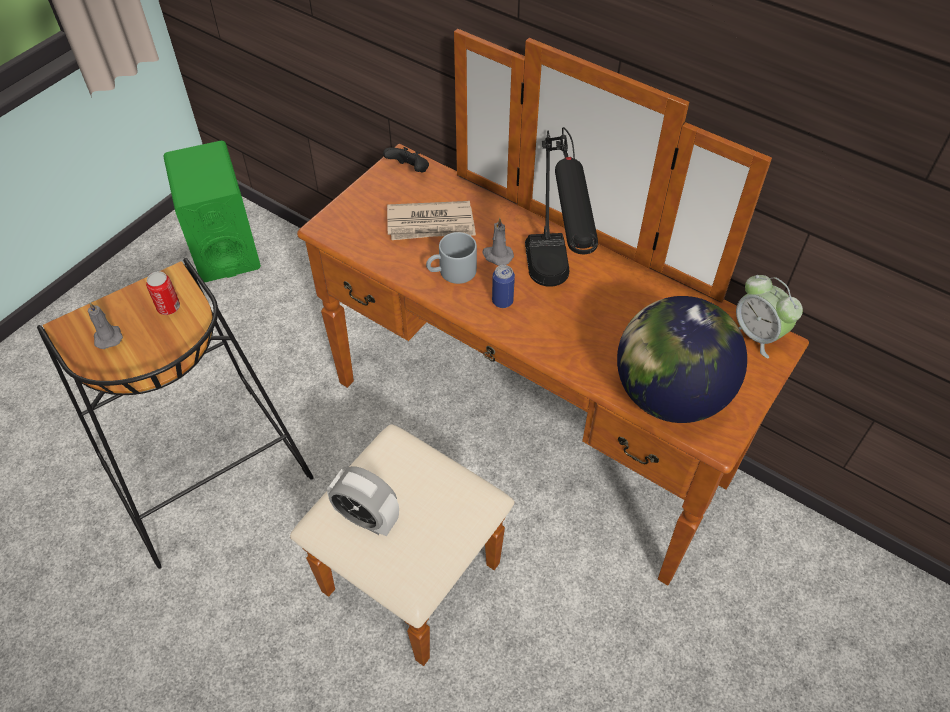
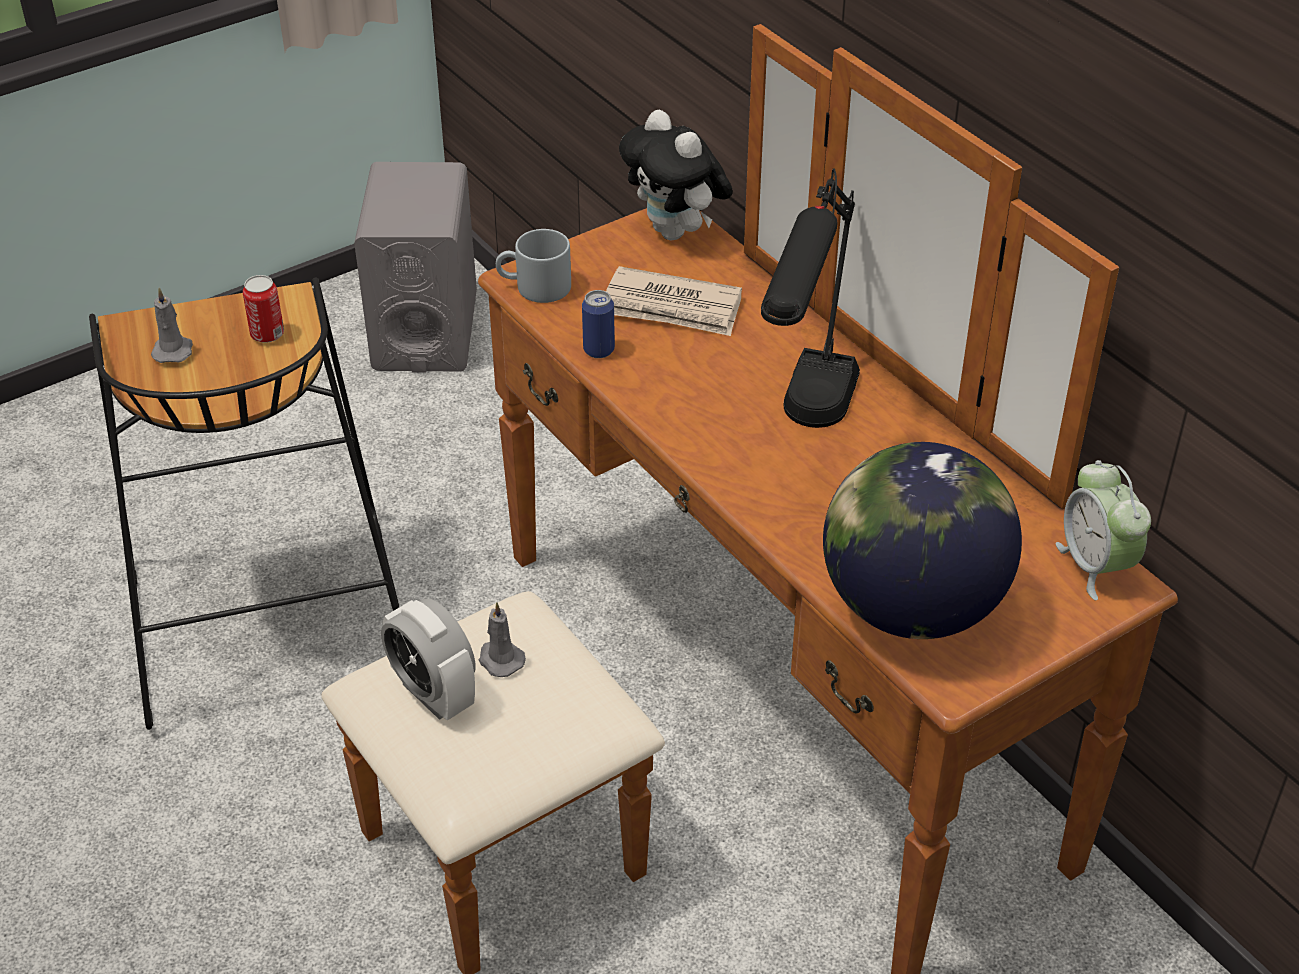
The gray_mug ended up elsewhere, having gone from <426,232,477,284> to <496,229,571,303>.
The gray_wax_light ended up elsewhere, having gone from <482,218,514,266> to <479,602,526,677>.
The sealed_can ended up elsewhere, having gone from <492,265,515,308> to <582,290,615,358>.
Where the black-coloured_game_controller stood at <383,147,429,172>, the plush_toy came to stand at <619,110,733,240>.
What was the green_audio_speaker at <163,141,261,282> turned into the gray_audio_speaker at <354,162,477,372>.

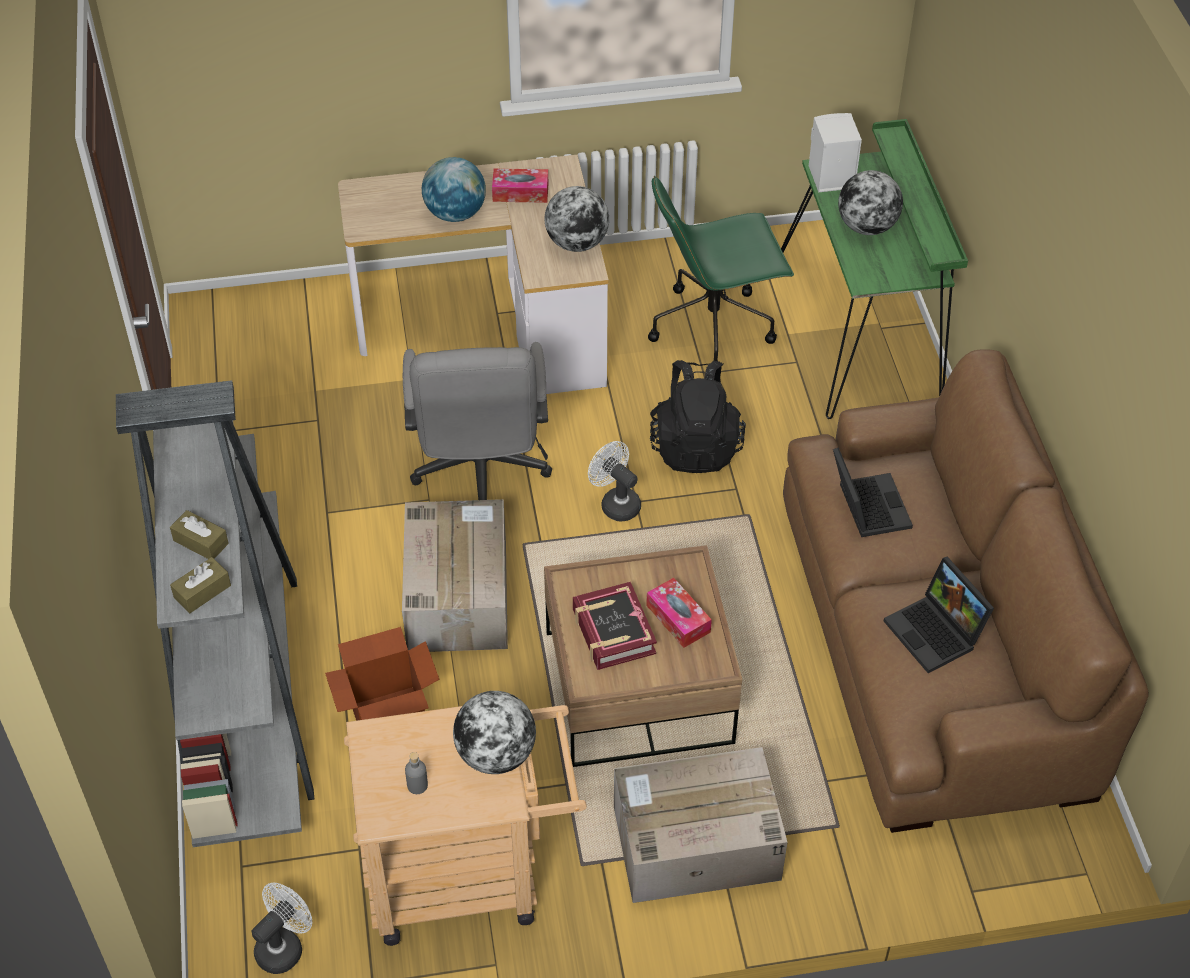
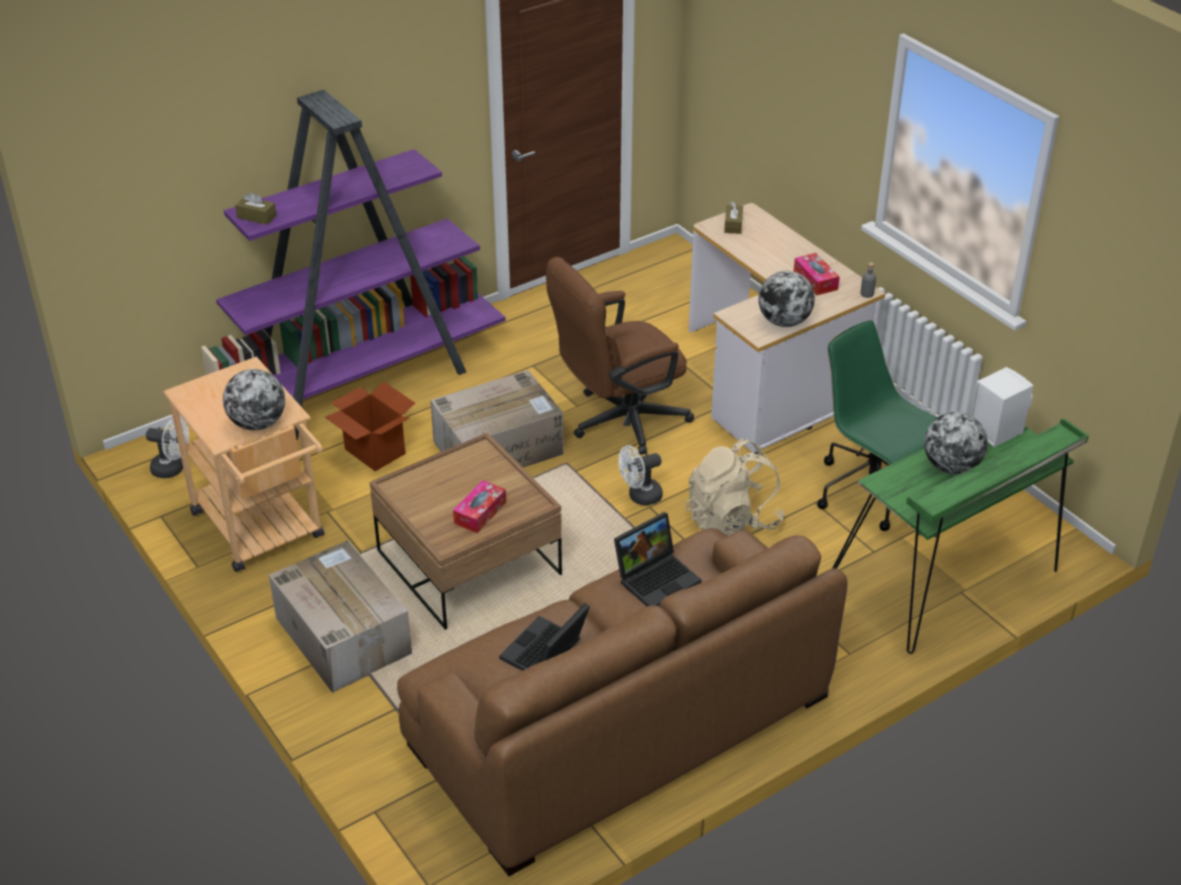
The second view lost the world_globe at <422,157,486,222>.
The second view lost the bound_book at <573,582,657,670>.
The brownish_box_of_tissues ended up elsewhere, having gone from <170,510,229,559> to <724,202,743,234>.
The gray_beverage_bottle ended up elsewhere, having gone from <405,752,428,794> to <860,262,876,298>.
What was the gray_bookcase at <116,380,314,847> turned into the purple_bookcase at <201,90,506,440>.
What was the gray_computer_chair at <403,342,552,500> turned into the brownish_computer_chair at <546,257,694,455>.
What was the black-coloured_backpack at <650,360,746,473> turned into the beige_backpack at <686,439,784,536>.
The white_fan at <588,441,641,521> ended up facing another way, 135 degrees counterclockwise from before.

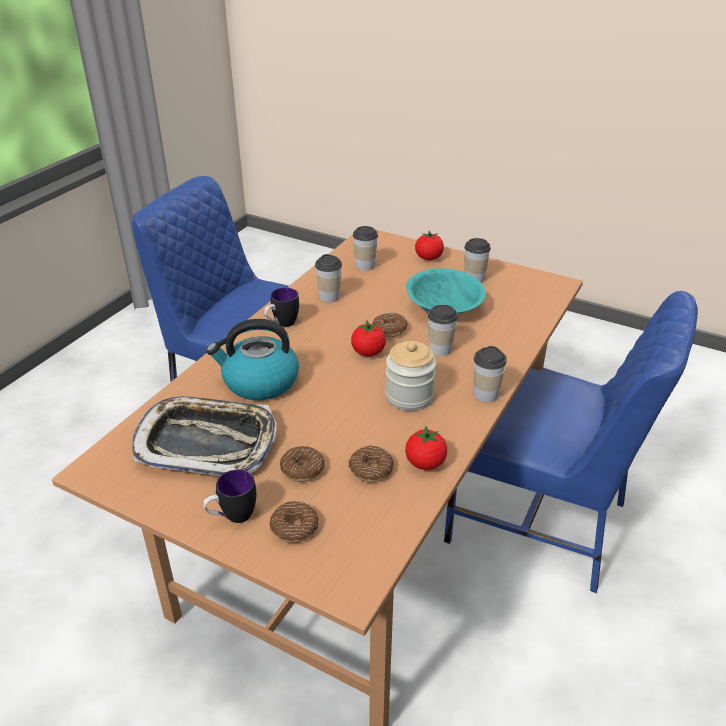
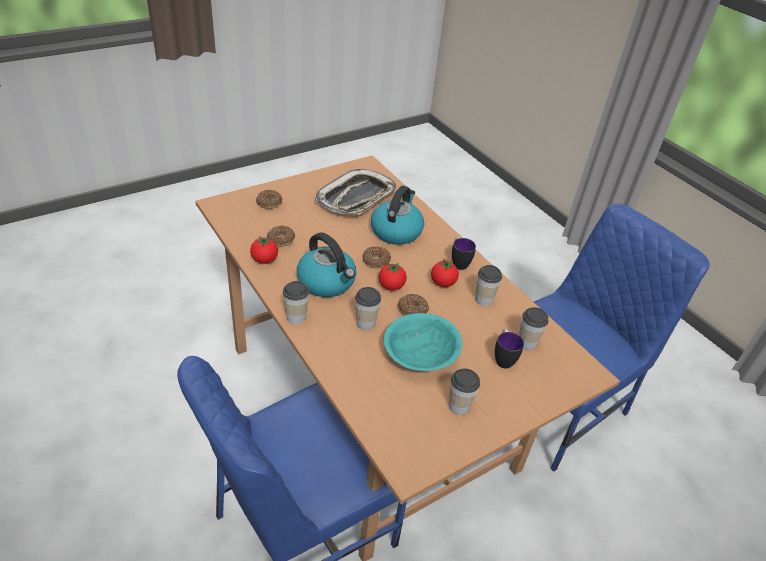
The mug ended up elsewhere, having gone from <203,470,256,523> to <495,329,524,368>.
The donut ended up elsewhere, having gone from <280,446,324,482> to <362,247,391,268>.
The tomato ended up elsewhere, having gone from <415,231,444,260> to <431,259,459,287>.
Where the storage_jar stood at <385,341,436,411>, the kettle came to stand at <297,232,356,297>.

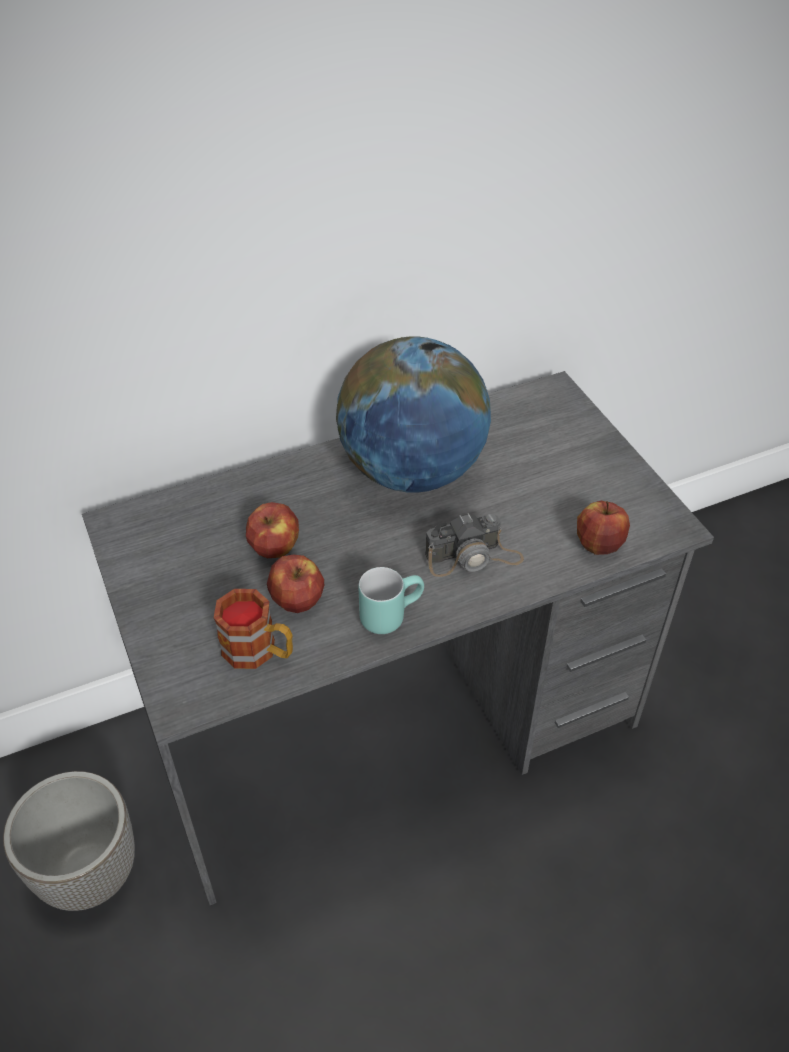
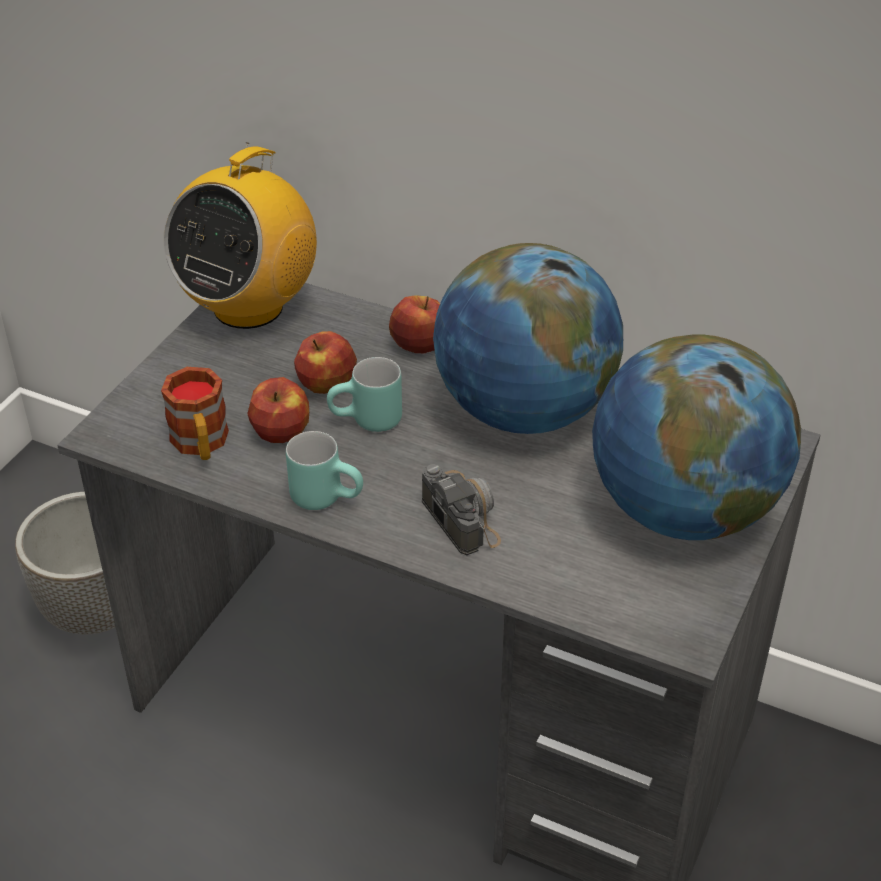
The second view gained the radio_receiver at <164,142,317,329>.
The second view gained the turquoise_mug at <327,357,402,432>.
The second view gained the world_globe at <592,335,801,540>.
The apple ended up elsewhere, having gone from <577,501,630,555> to <389,295,440,353>.
The photo_camera at <425,513,524,577> ended up facing another way, 150 degrees counterclockwise from before.

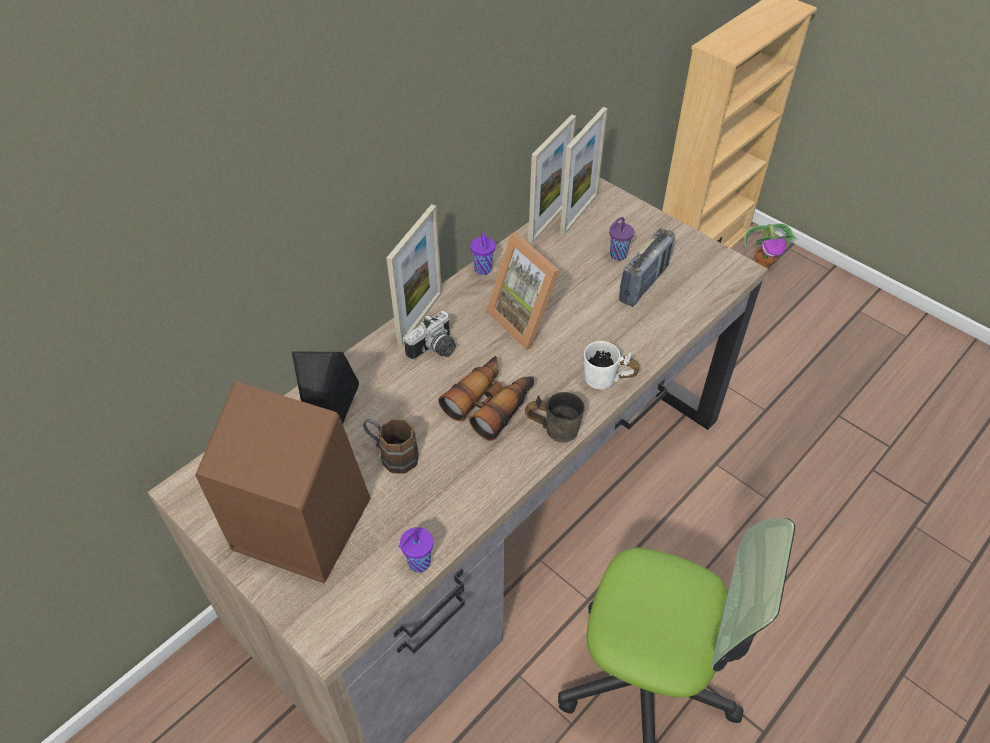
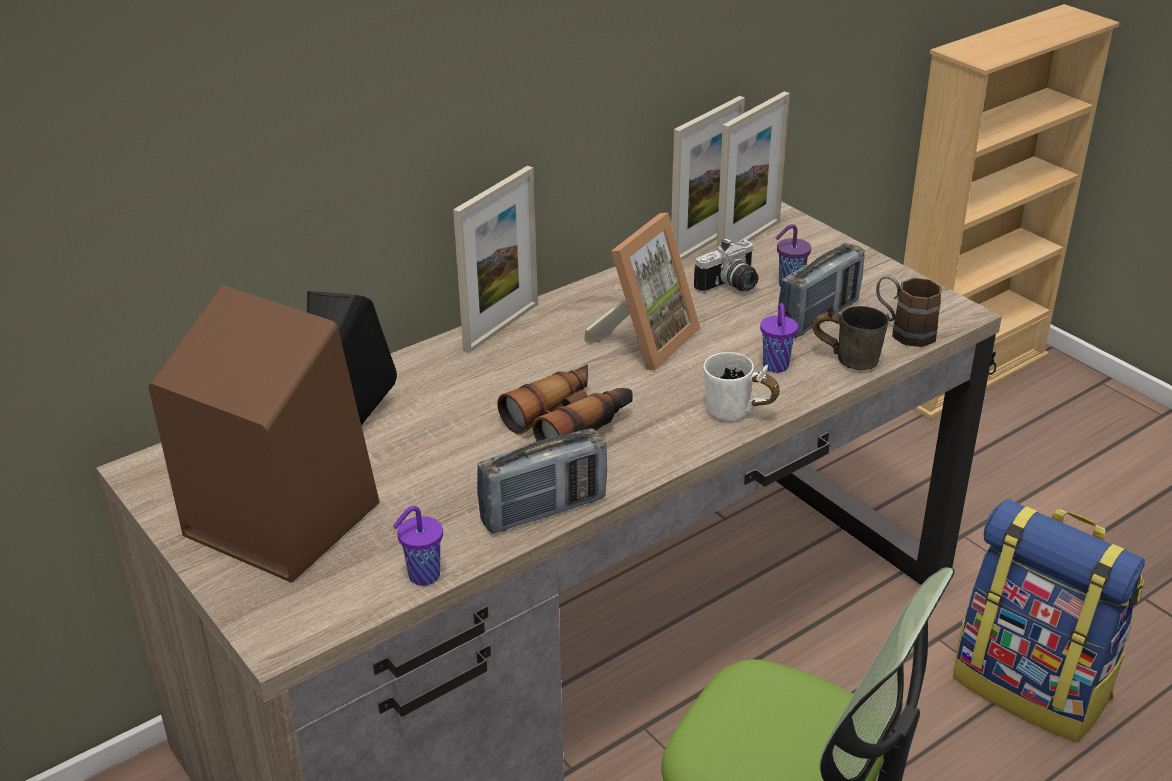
The second view lost the potted_plant at <744,223,798,268>.
The second view gained the radio_receiver at <477,428,607,534>.
The second view gained the backpack at <953,499,1145,742>.
The brownish_mug ended up elsewhere, having gone from <363,419,419,474> to <876,276,941,347>.
The photo_camera ended up elsewhere, having gone from <404,311,456,360> to <694,237,758,293>.
The purple_small_cup ended up elsewhere, having gone from <470,232,495,275> to <760,303,798,373>.
The gray_mug ended up elsewhere, having gone from <525,392,585,443> to <812,303,889,370>.
The photo_frame at <486,233,560,350> ended up facing another way, 120 degrees counterclockwise from before.

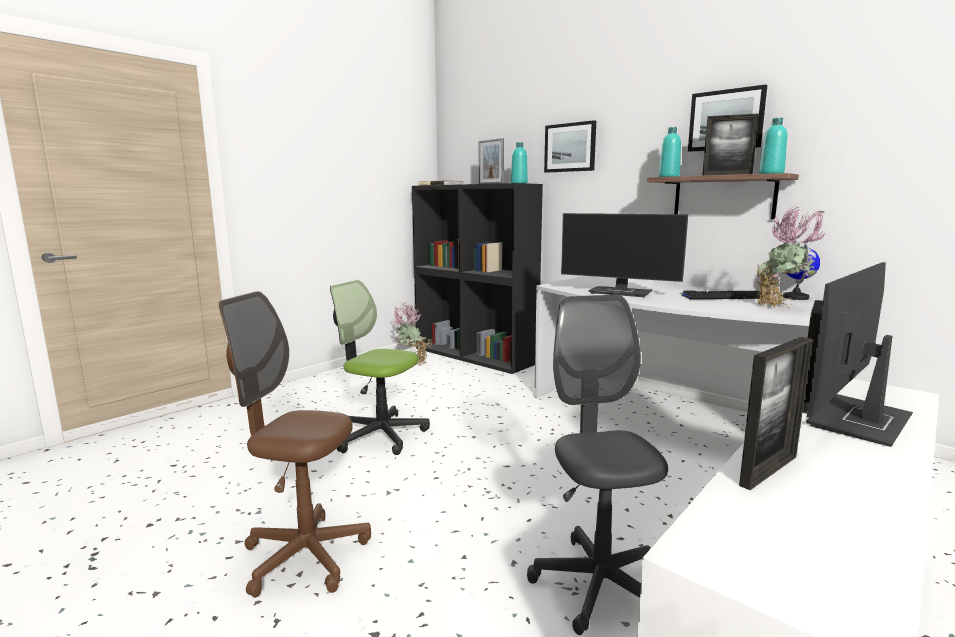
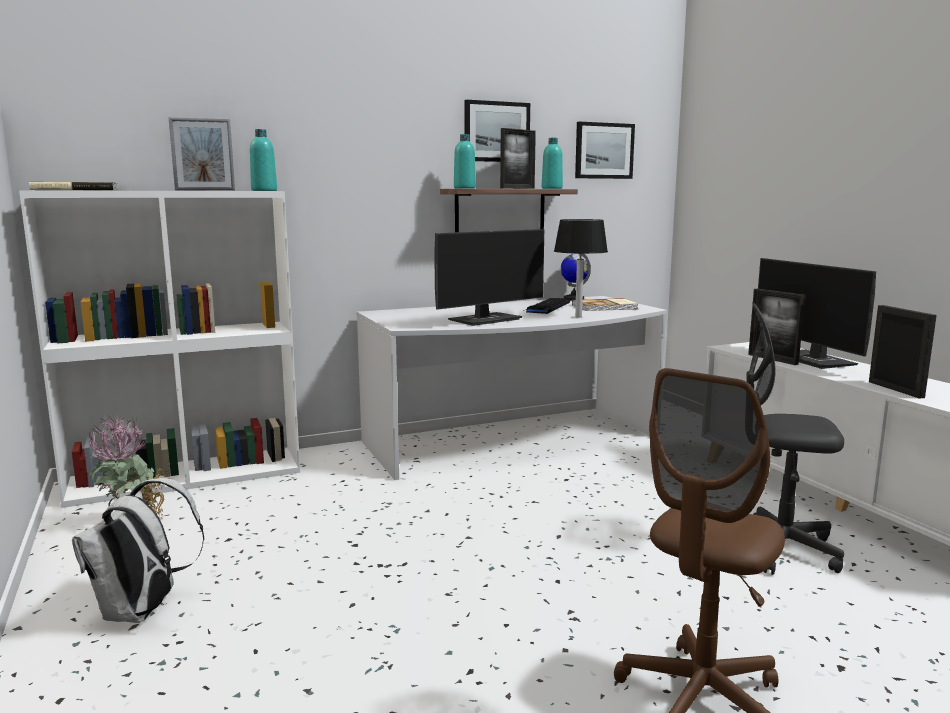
The second view lost the computer_chair at <330,280,430,455>.
The second view gained the white_backpack at <72,478,204,623>.
The second view gained the black-coloured_tabletop_lamp at <554,219,608,318>.
The wall_picture ended up elsewhere, having gone from <544,120,596,173> to <575,122,635,179>.
Where the potted_plant stood at <754,207,826,307>, the bound_book came to stand at <572,298,639,311>.
What was the black-coloured_bookcase at <412,183,543,374> turned into the white_bookcase at <19,190,300,508>.

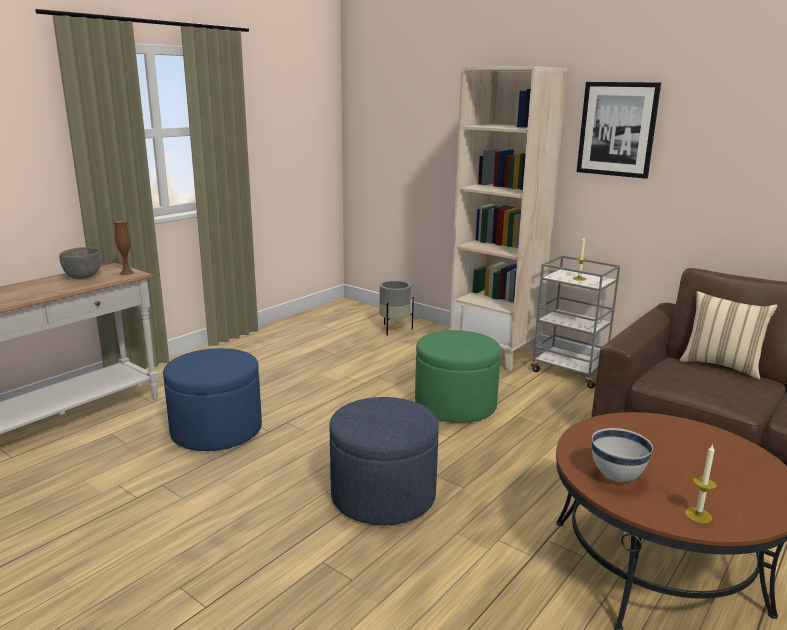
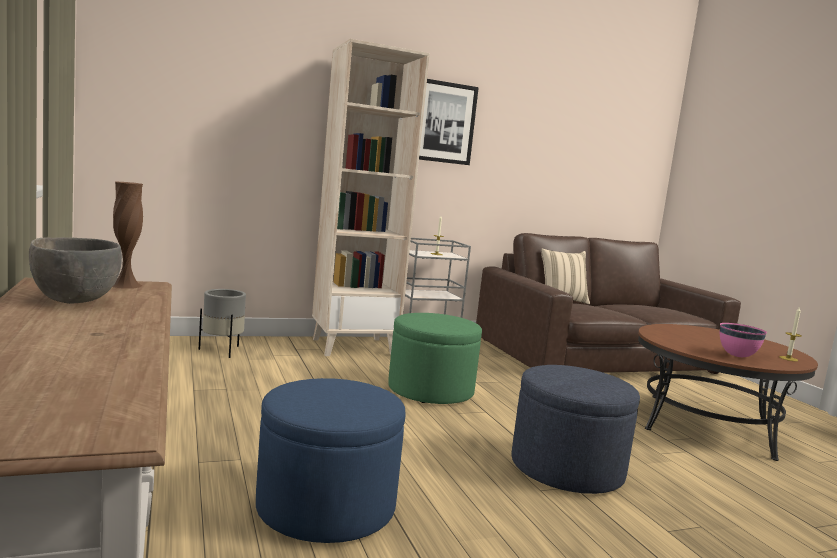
What was the white_bowl at <592,428,653,482> turned into the pink_bowl at <720,323,767,357>.

